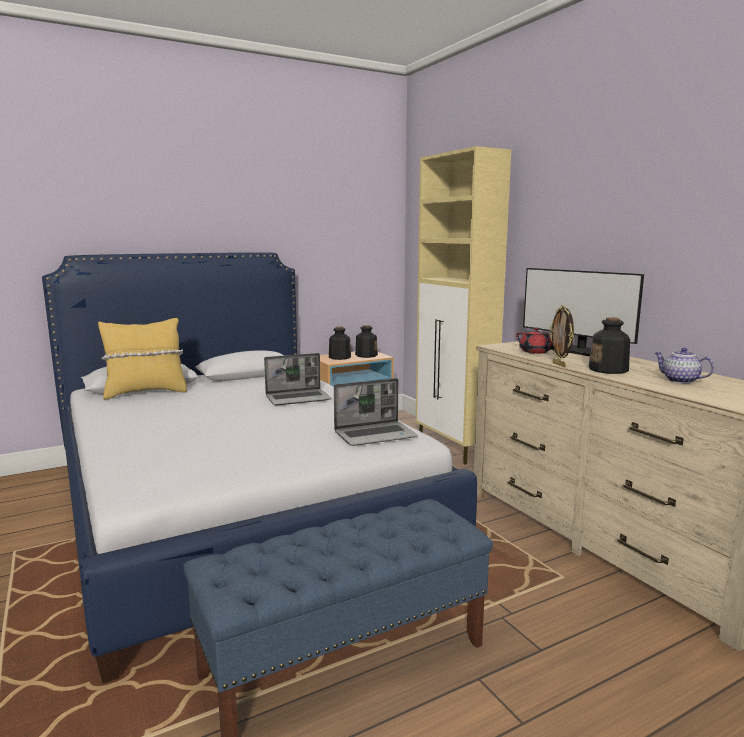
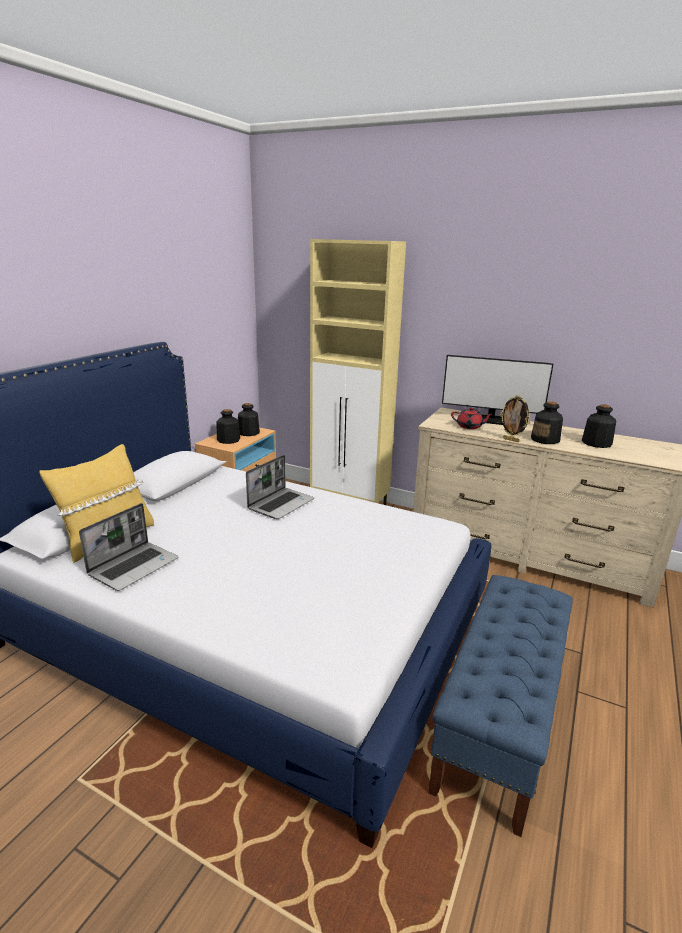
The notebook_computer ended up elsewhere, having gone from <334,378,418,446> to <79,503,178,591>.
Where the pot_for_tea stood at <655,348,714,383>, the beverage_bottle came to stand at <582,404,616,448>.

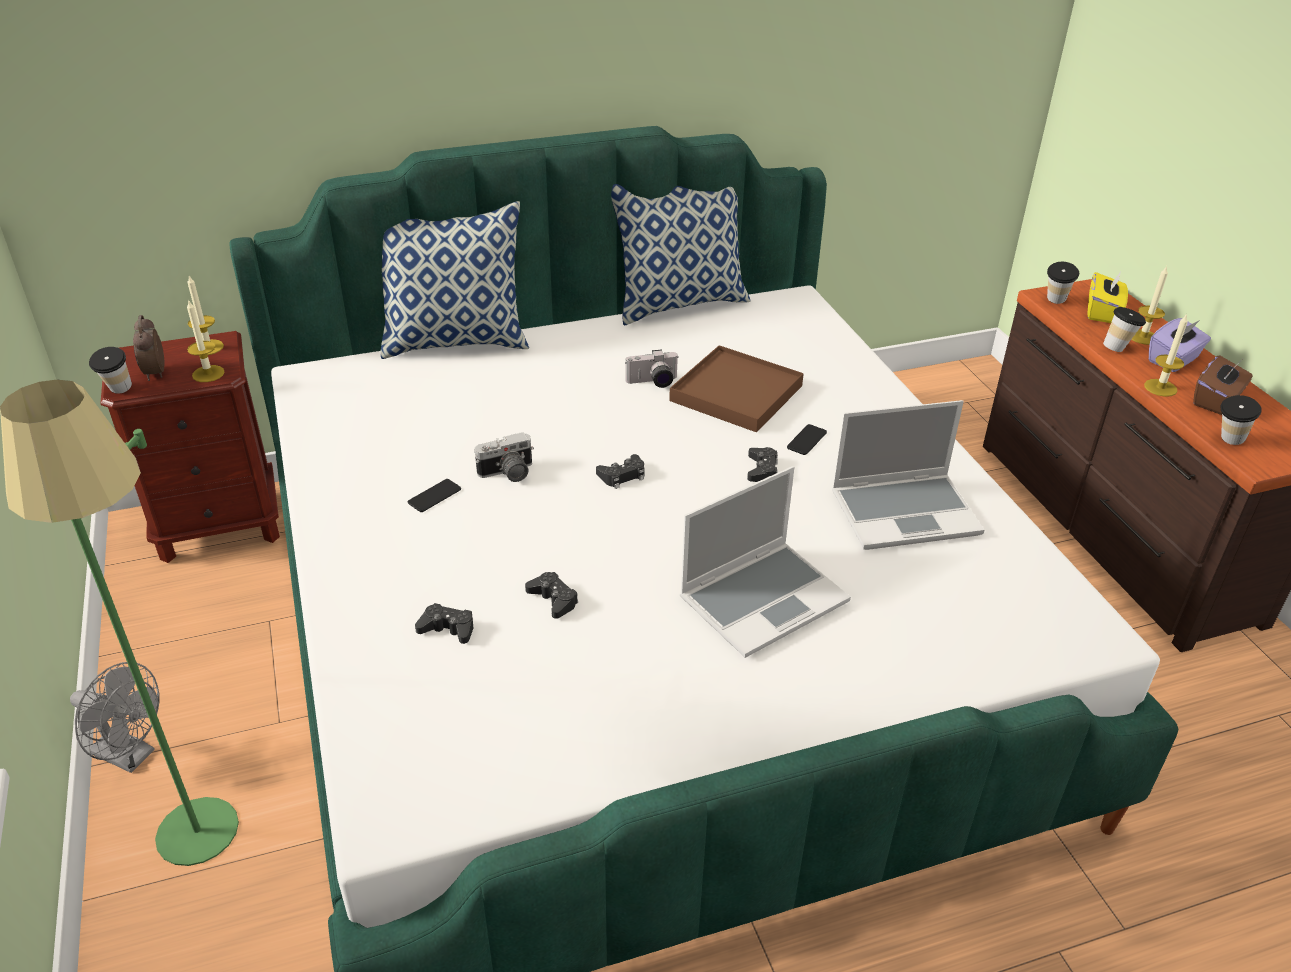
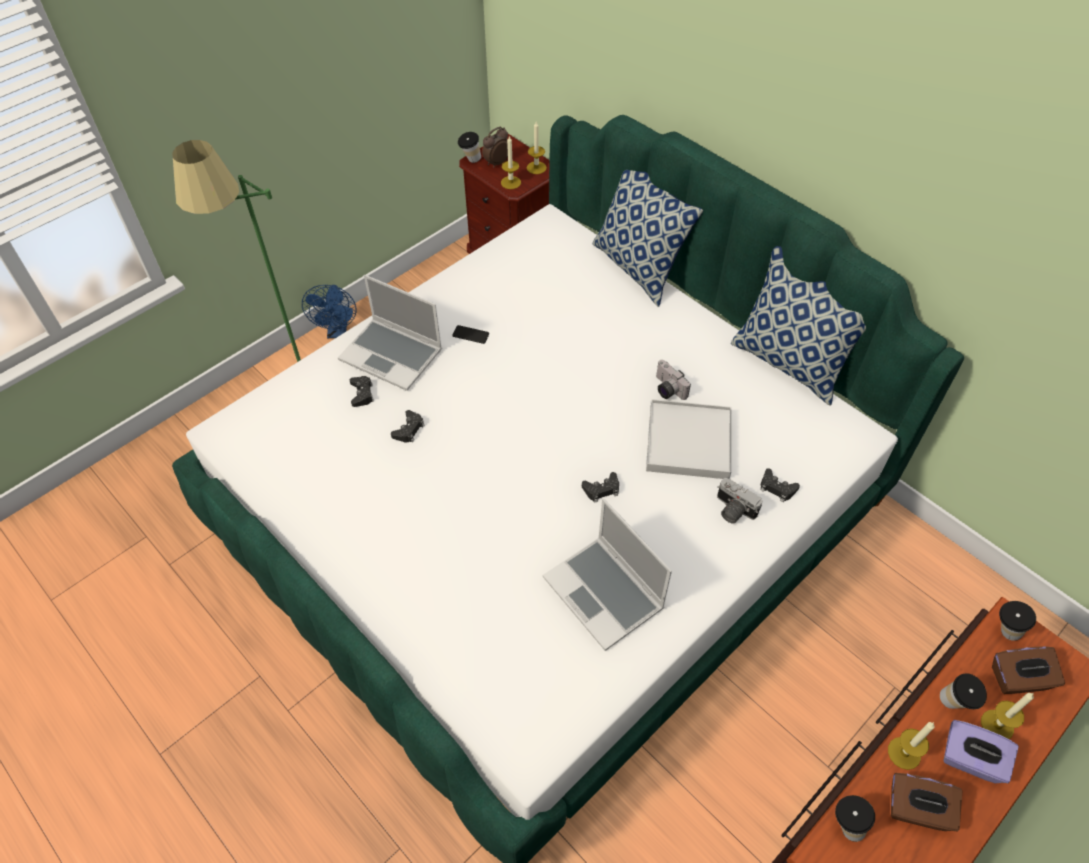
The second view lost the handset at <787,424,827,455>.
The photo_camera ended up elsewhere, having gone from <475,432,534,482> to <717,478,762,524>.
The black-coloured_game_controller ended up elsewhere, having gone from <596,454,644,489> to <761,468,800,502>.
The notebook_computer ended up elsewhere, having gone from <680,466,851,658> to <338,275,442,391>.
What was the gray_fan at <70,662,159,773> turned into the bluish_fan at <302,285,357,338>.
What was the brownish_carrying_tray at <669,345,804,432> turned into the white_carrying_tray at <646,399,732,479>.
What was the yellowish_box_of_tissues at <1087,272,1128,323> turned into the brownish_box_of_tissues at <992,646,1065,694>.

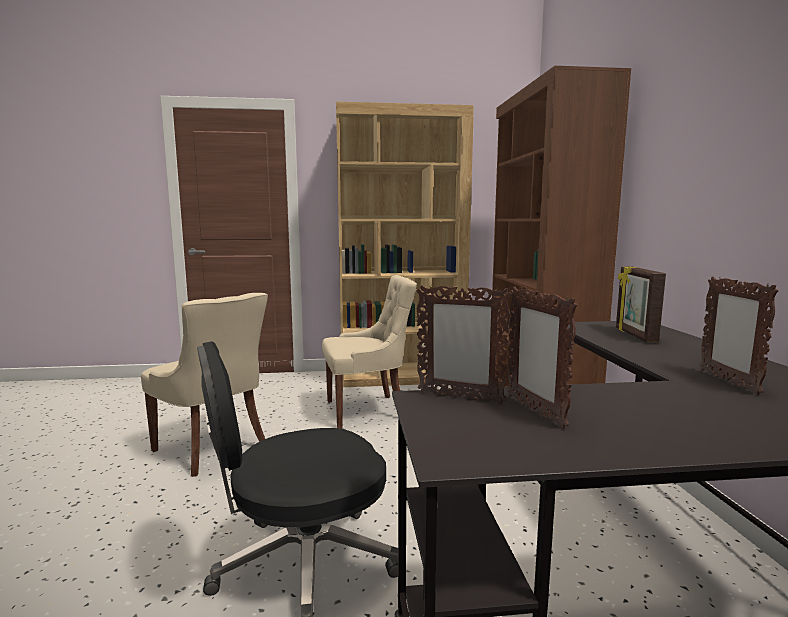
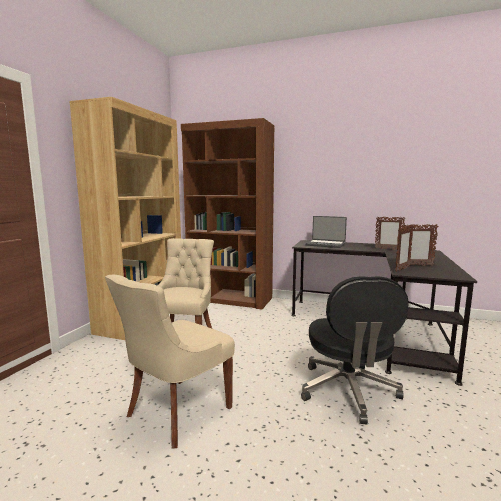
Where the photo_frame stood at <616,266,666,342>, the notebook_computer came to stand at <306,216,347,248>.
The beige_plain_chair at <141,293,268,477> ended up facing another way, 150 degrees clockwise from before.

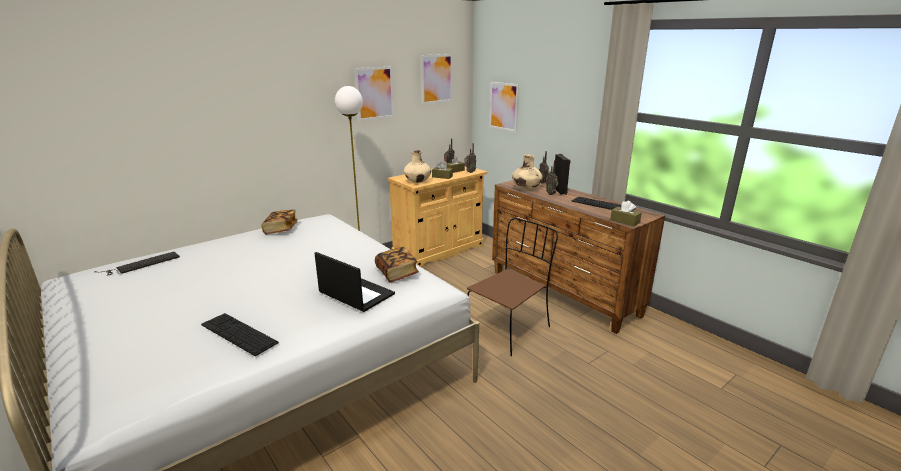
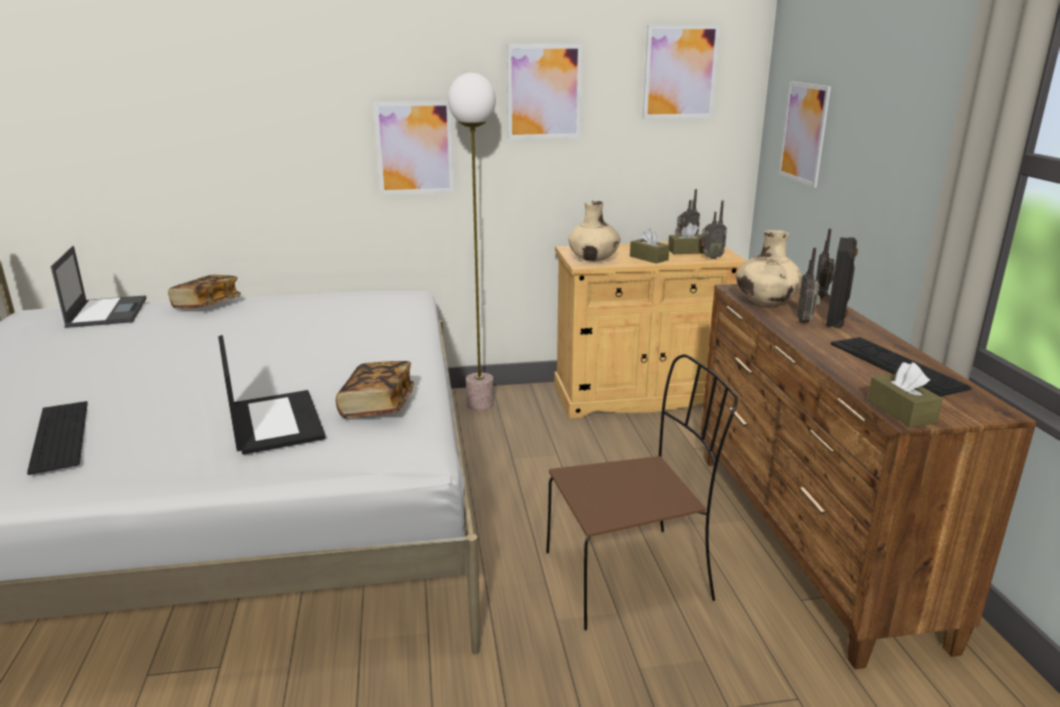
The second view gained the wall_picture at <374,101,454,194>.
The bound_book ended up elsewhere, having gone from <262,210,298,235> to <168,275,241,308>.
Where the keyboard stood at <94,252,180,276>, the notebook_computer came to stand at <51,246,146,328>.

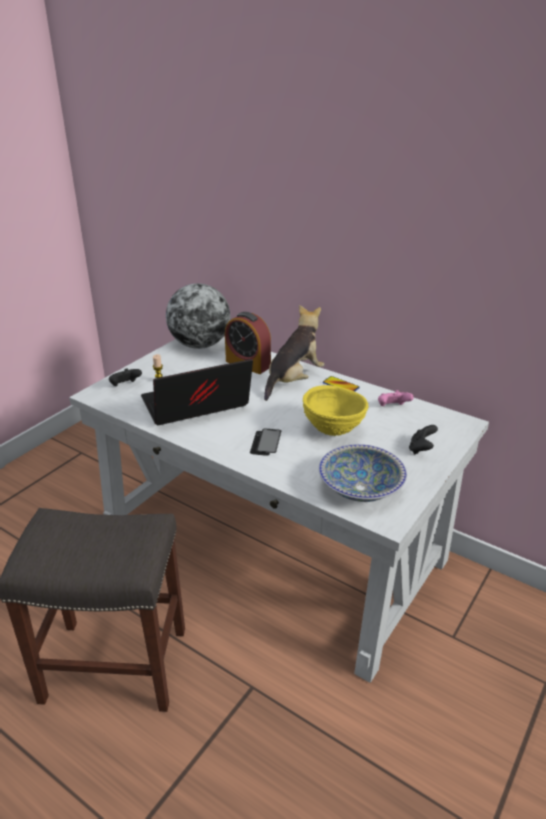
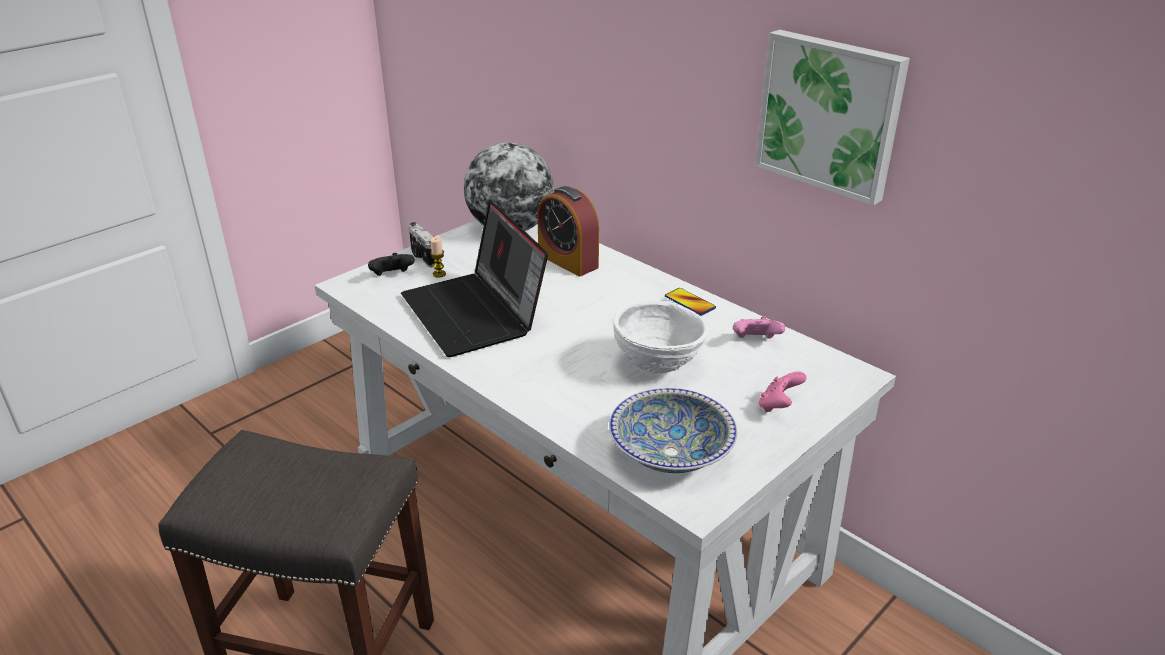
The second view lost the handset at <250,428,281,456>.
The second view lost the plush_toy at <264,305,324,401>.
The second view gained the photo_camera at <408,222,435,267>.
The second view gained the wall_picture at <755,30,910,206>.
What was the yellowish_bowl at <303,385,368,436> turned into the white_bowl at <613,299,708,373>.
What was the black-coloured_game_controller at <409,425,438,455> turned into the pink_game_controller at <759,371,807,412>.
The notebook_computer at <141,359,253,425> ended up facing another way, 105 degrees counterclockwise from before.

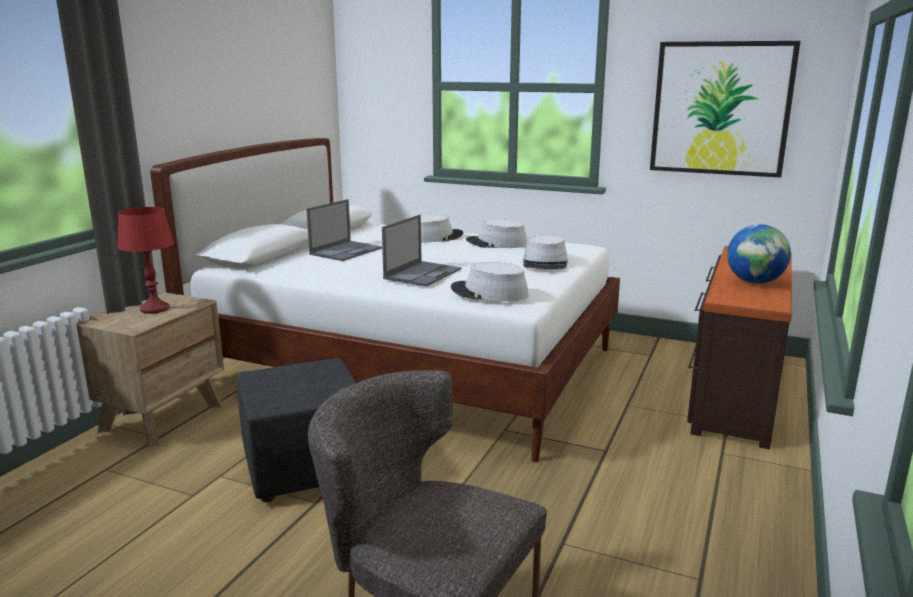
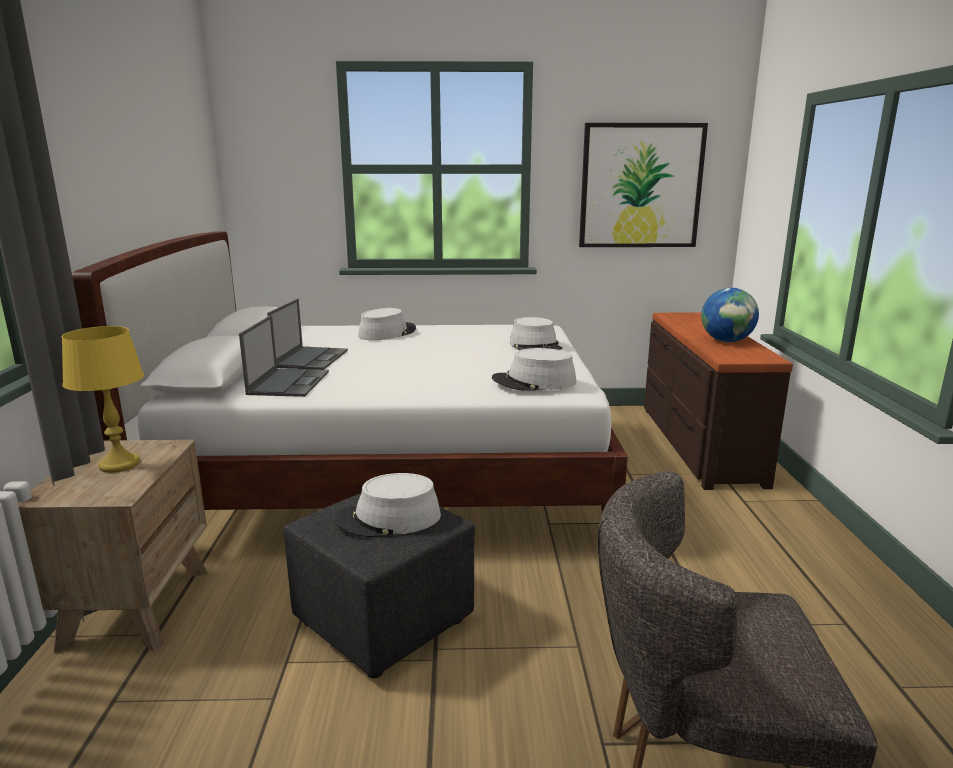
The notebook_computer ended up elsewhere, having gone from <382,215,461,287> to <239,315,329,397>.
The gray_hat ended up elsewhere, having gone from <466,220,527,248> to <334,473,441,538>.
What was the red_tabletop_lamp at <118,207,174,314> turned into the yellowish_tabletop_lamp at <62,326,144,473>.

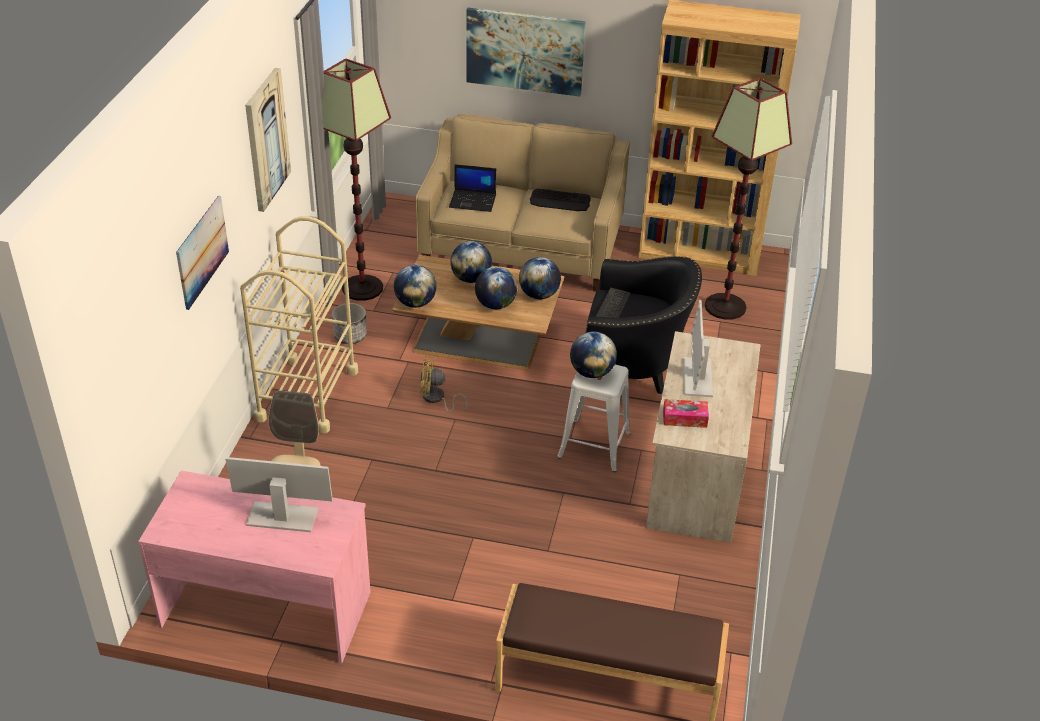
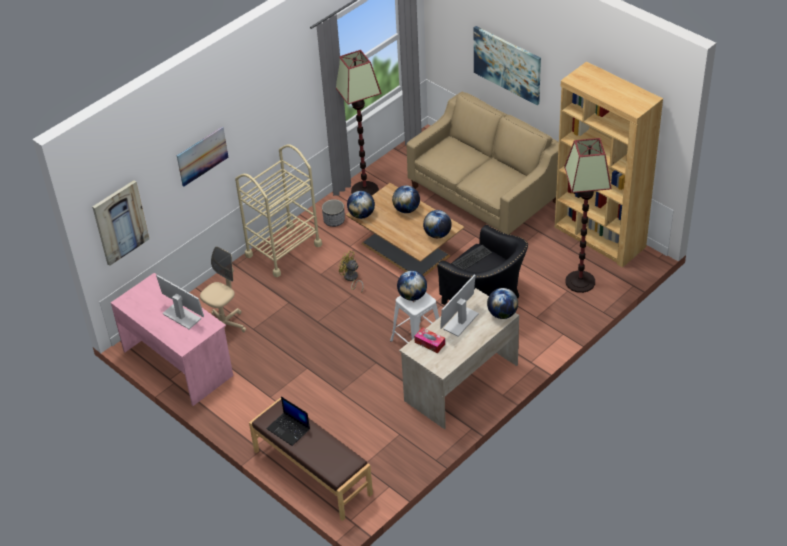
The second view lost the keyboard at <530,189,591,211>.
The wall_picture ended up elsewhere, having gone from <245,68,291,212> to <92,180,149,266>.
The notebook_computer ended up elsewhere, having gone from <449,164,496,212> to <266,396,310,446>.
The world_globe ended up elsewhere, having gone from <475,267,517,309> to <487,288,518,319>.

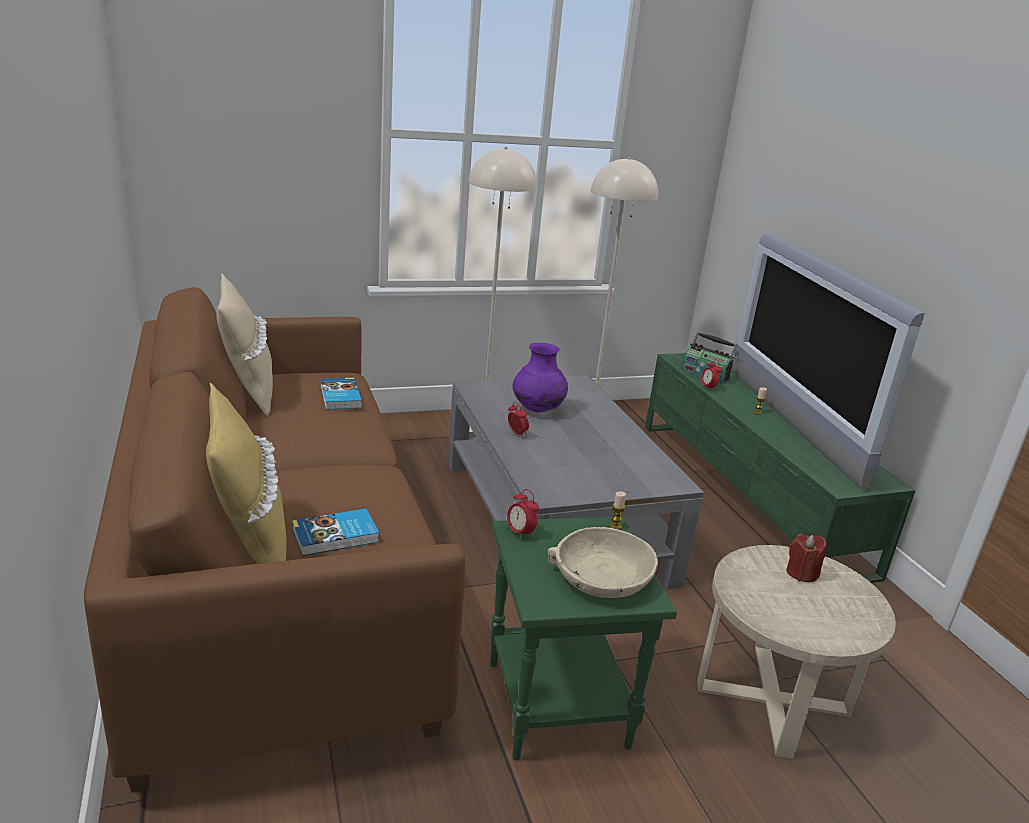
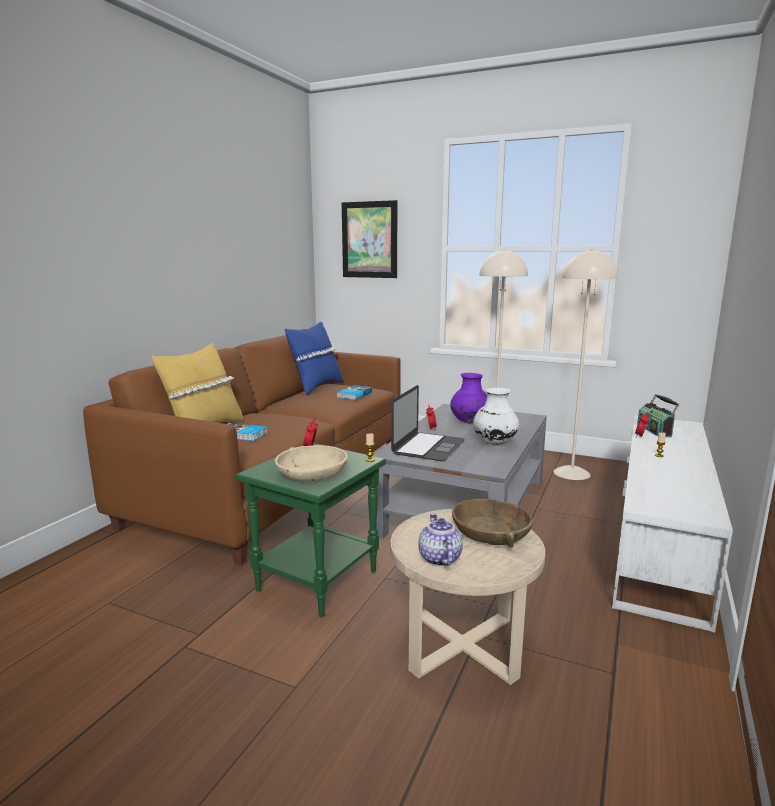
The second view lost the TV_set at <733,234,925,492>.
The second view gained the wall_picture at <342,200,398,278>.
The second view gained the notebook_computer at <391,385,465,461>.
The second view gained the pot_for_tea at <418,513,463,566>.
The second view gained the white_vase at <473,388,519,444>.
Where the red_wax_light stood at <786,534,827,582>, the brownish_bowl came to stand at <452,499,533,548>.
What was the beige_pillow at <216,273,273,416> turned into the bluish_pillow at <285,322,343,395>.
What was the green_tv_stand at <645,353,916,583> turned into the white_tv_stand at <612,415,733,633>.

